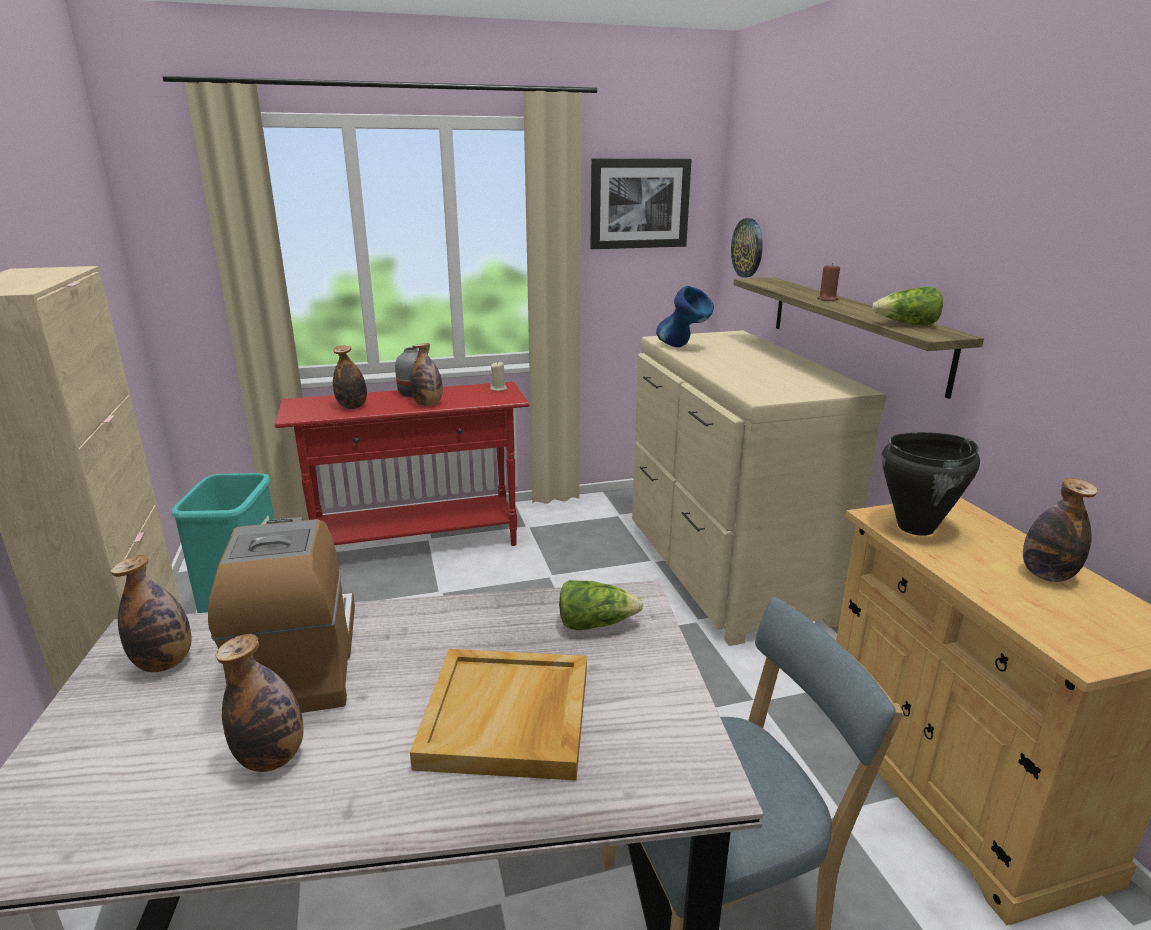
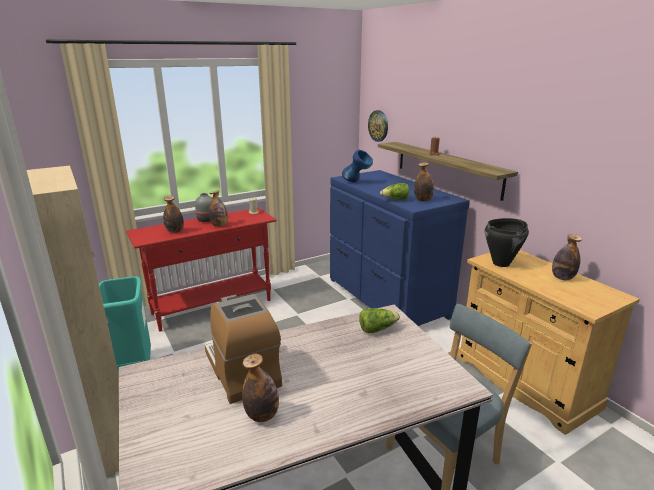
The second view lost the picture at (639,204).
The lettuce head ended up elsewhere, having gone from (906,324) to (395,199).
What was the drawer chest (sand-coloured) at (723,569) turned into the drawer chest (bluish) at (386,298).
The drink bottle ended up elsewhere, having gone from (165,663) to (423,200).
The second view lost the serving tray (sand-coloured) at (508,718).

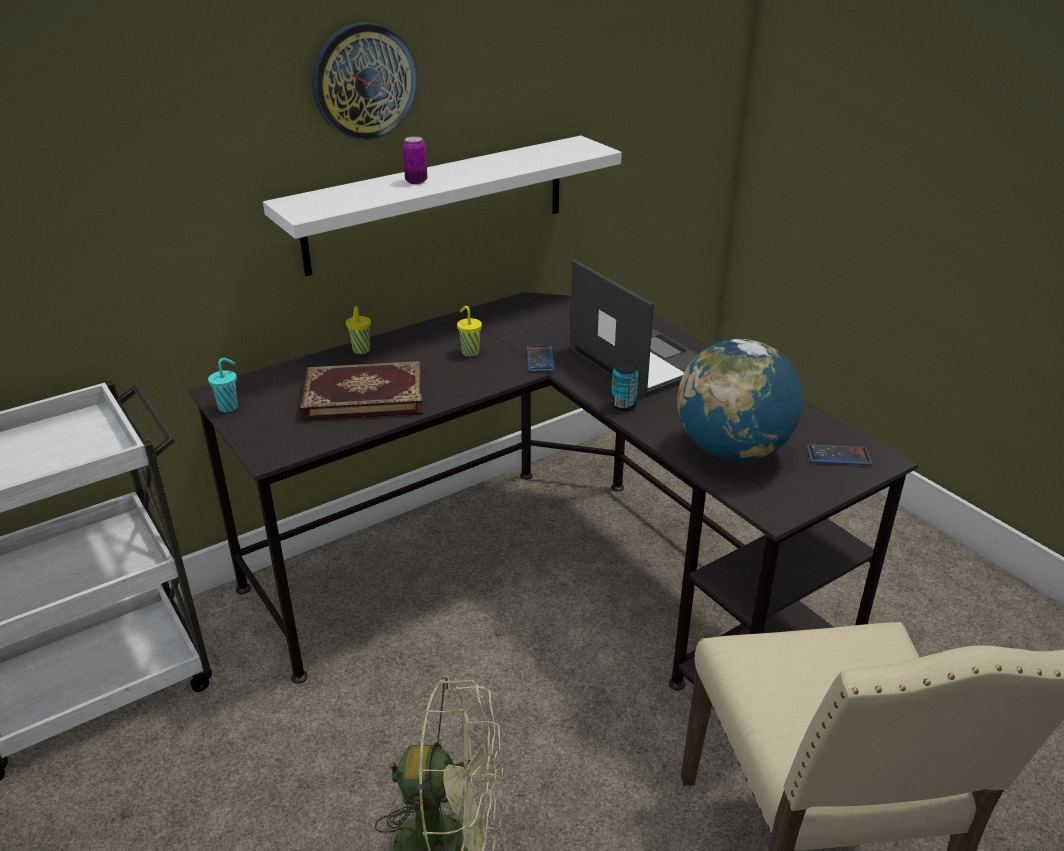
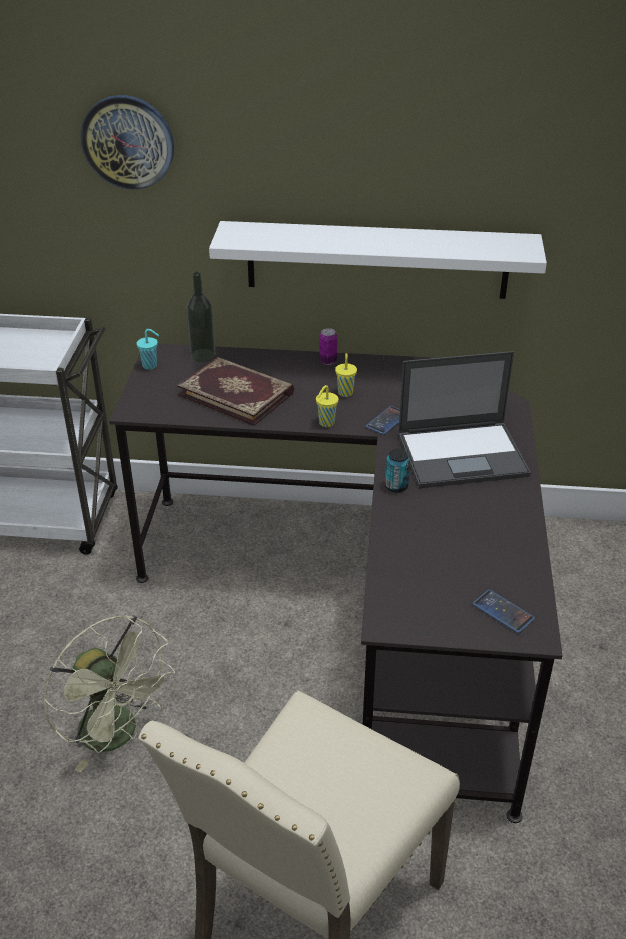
The hanging clock ended up elsewhere, having gone from (364,81) to (128,142).
The sealed can ended up elsewhere, having gone from (416,181) to (328,361).
The portable computer at (639,358) ended up facing another way, 75 degrees clockwise from before.
The drinking cup (yellow-coloured) ended up elsewhere, having gone from (361,351) to (326,423).
The second view lost the world globe at (732,451).
The second view gained the drink bottle at (203,355).

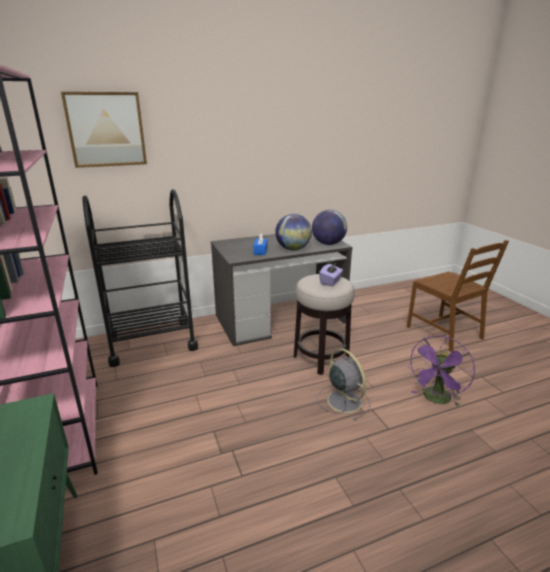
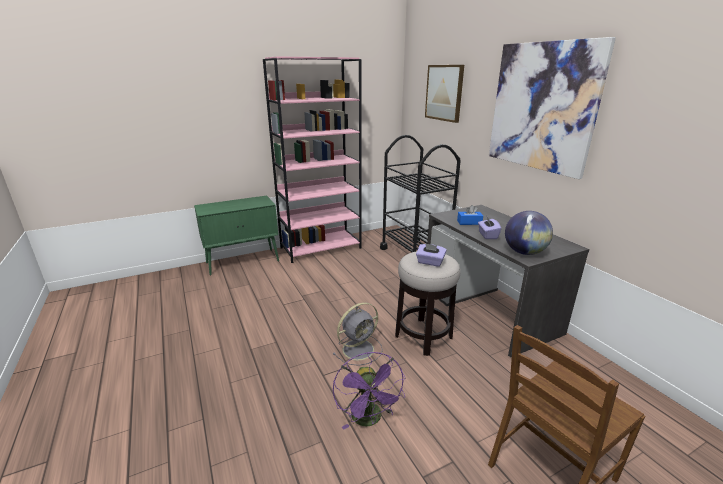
Where the world globe stood at (293,249), the box of tissues (purplish) came to stand at (487,235).
The cooling fan (purplish) at (436,399) ended up facing another way, 135 degrees counterclockwise from before.
The second view gained the picture at (542,107).

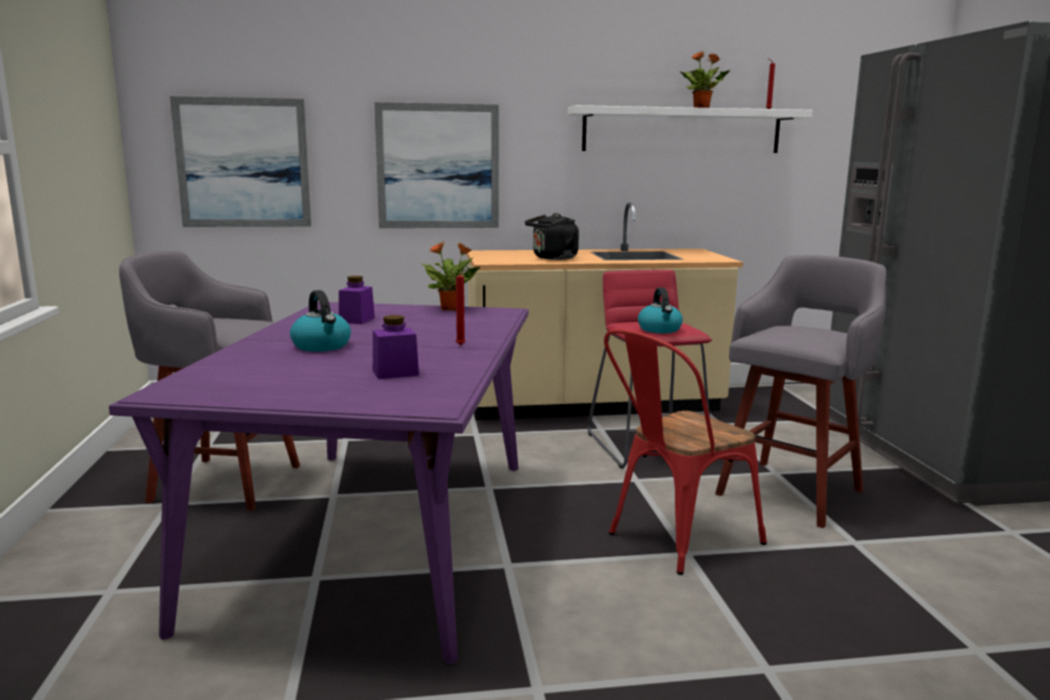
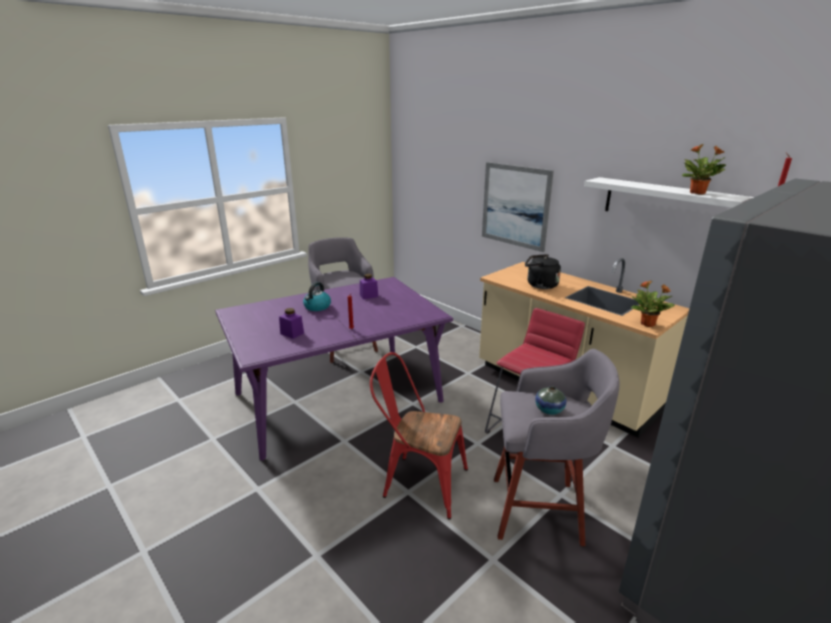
The second view lost the picture at (243,163).
The houseplant ended up elsewhere, having gone from (452,309) to (648,324).
The second view lost the water kettle at (660,329).
The second view gained the decorative vase at (549,410).

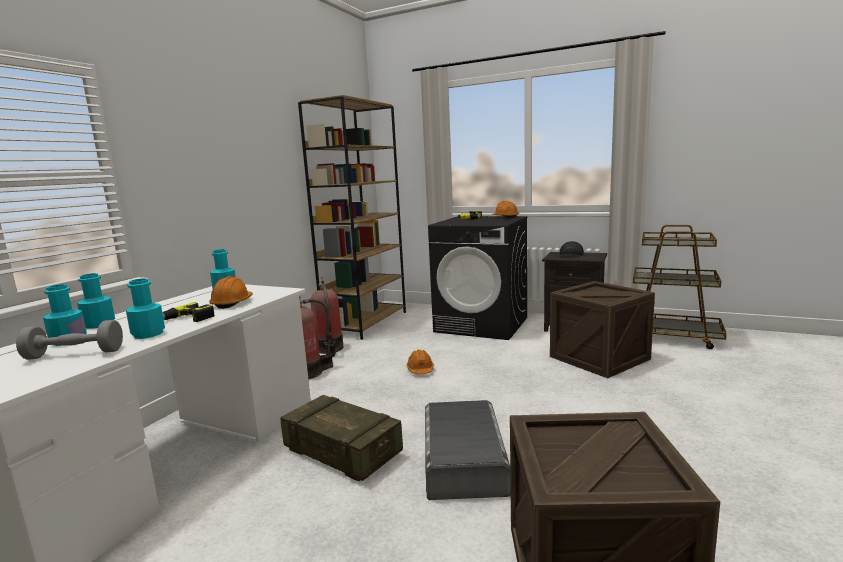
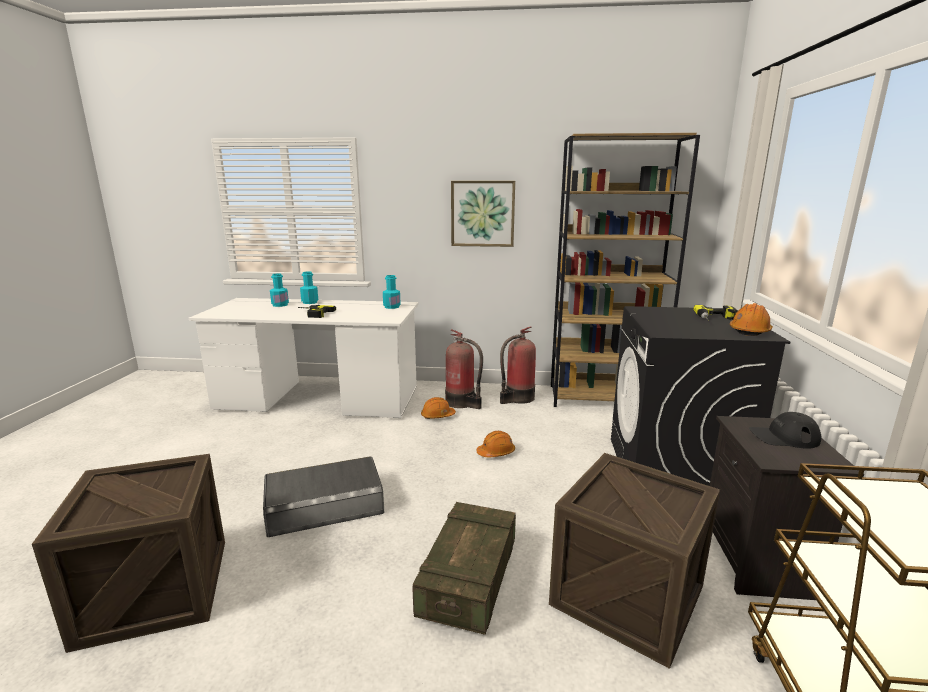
The safety helmet (orange) ended up elsewhere, having gone from (232,303) to (437,416).
The second view lost the drink bottle (turquoise-coloured) at (148,334).
The second view lost the dumbbell (gray) at (75,354).
The crate ended up elsewhere, having gone from (342,452) to (468,580).
The second view gained the picture at (482,213).

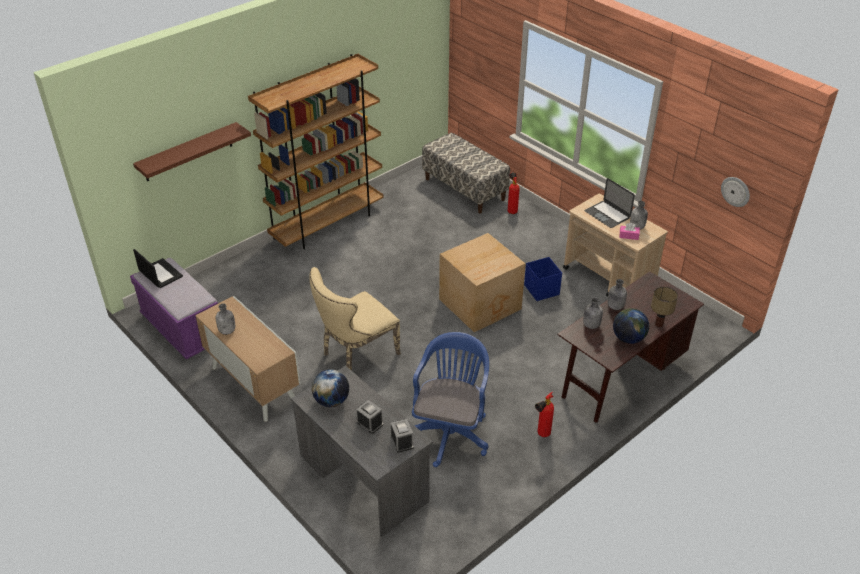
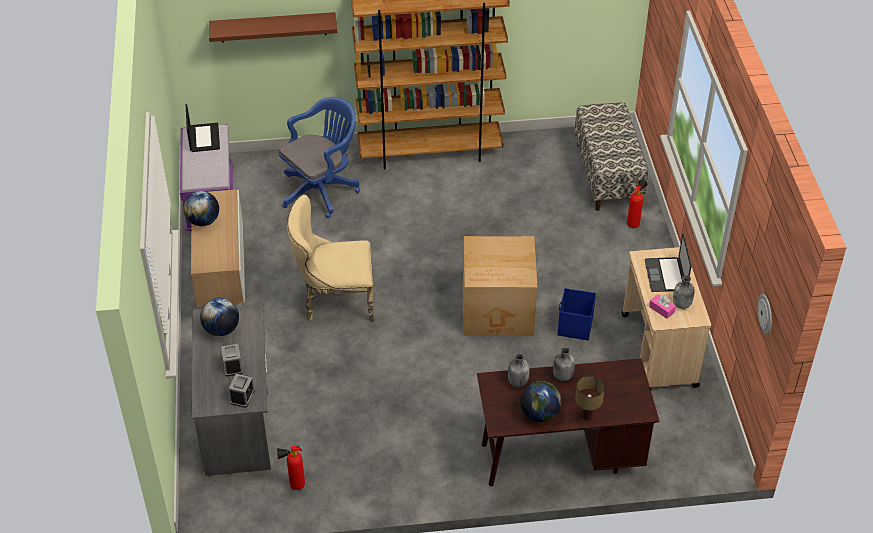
Where the drink bottle (gray) stood at (227,331), the world globe came to stand at (203,221).
The computer chair (bluish) ended up elsewhere, having gone from (450,431) to (322,189).
The fire-fighting cylinder ended up elsewhere, having gone from (541,435) to (293,485).

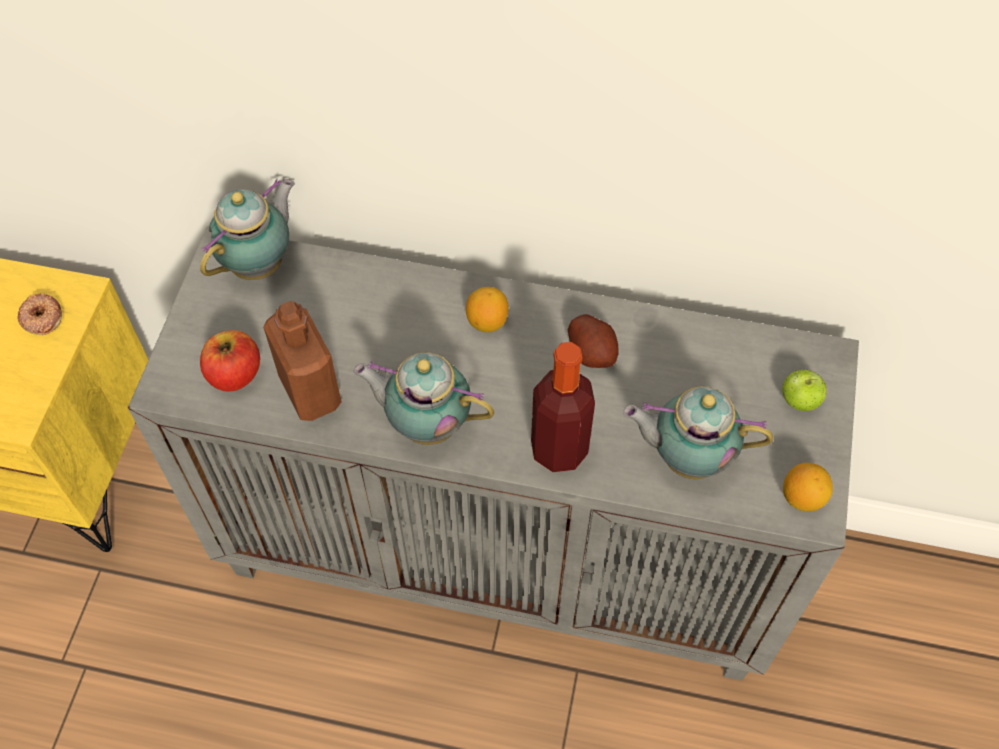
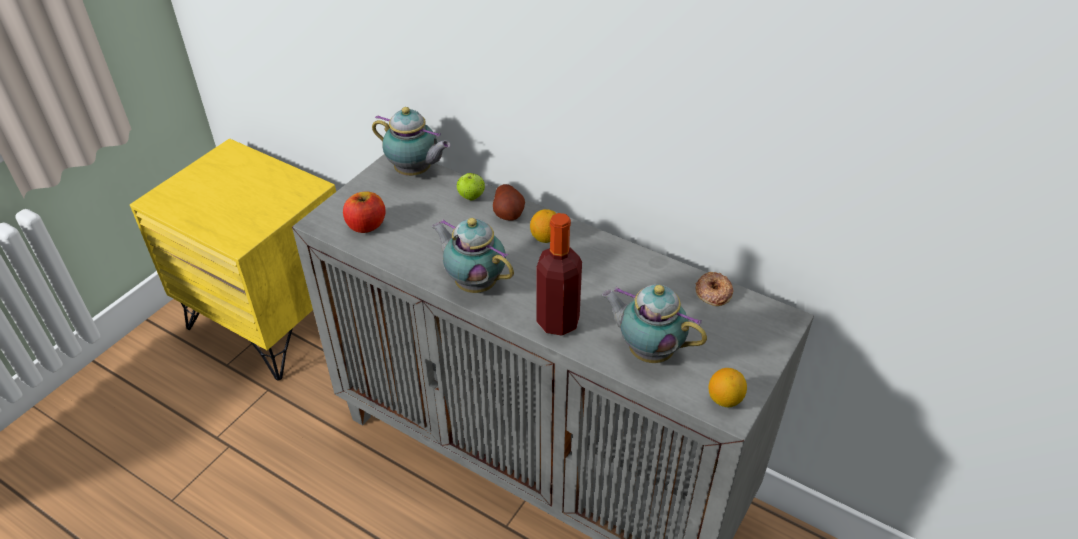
The pot for tea at (260,263) ended up facing another way, 60 degrees clockwise from before.
The doughnut ended up elsewhere, having gone from (41,317) to (713,292).
The second view lost the drink bottle (brown) at (310,391).
The spud ended up elsewhere, having gone from (592,352) to (508,213).
The whole apple ended up elsewhere, having gone from (799,401) to (471,197).

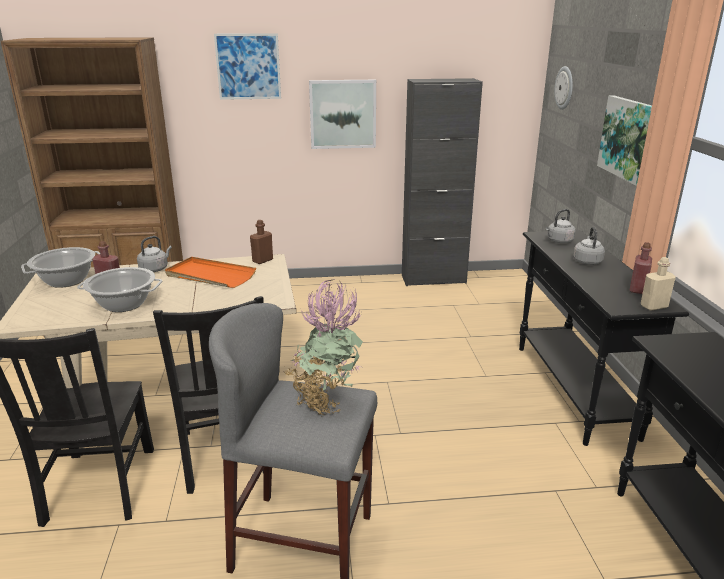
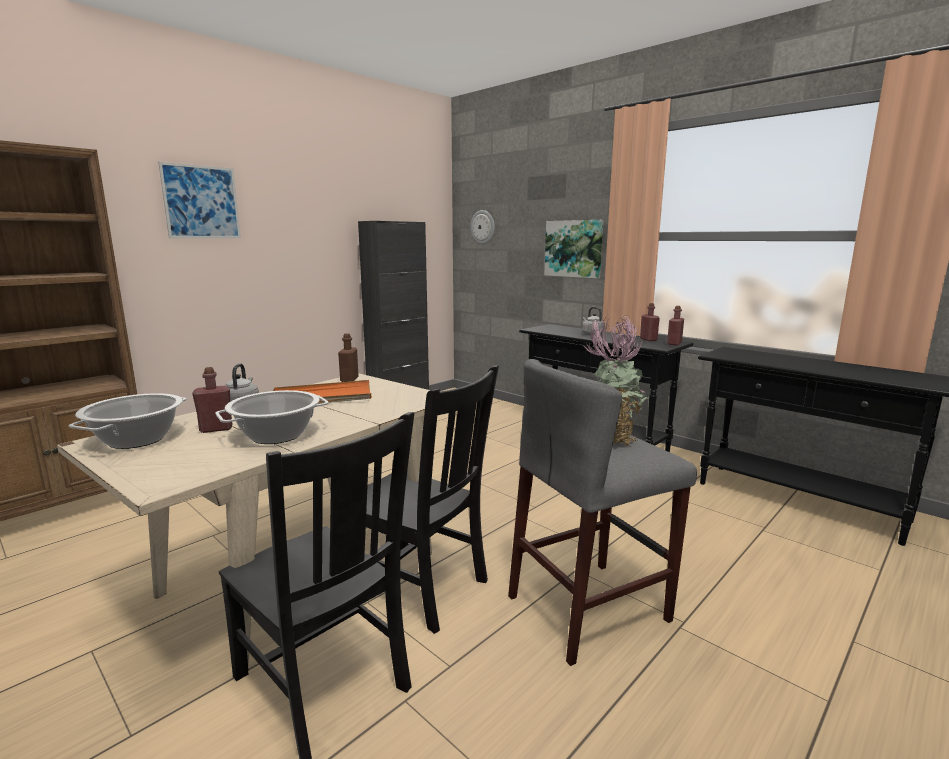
The second view lost the picture at (342,114).
The second view lost the water kettle (gray) at (558,241).
What was the drink bottle (sand-coloured) at (654,306) turned into the drink bottle (red-coloured) at (674,343).

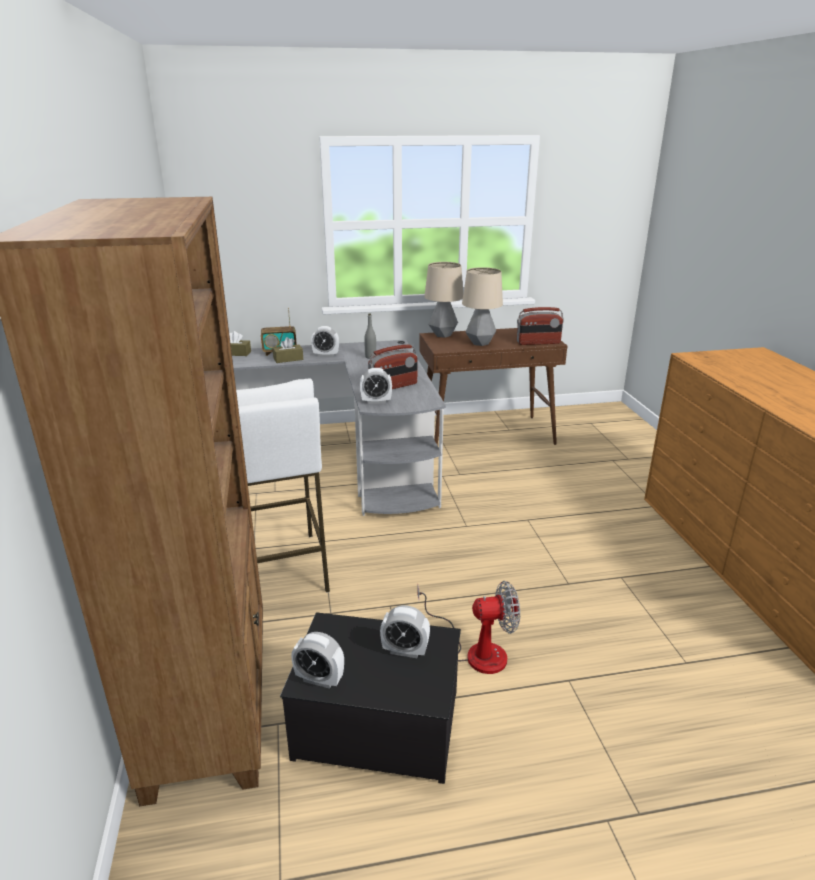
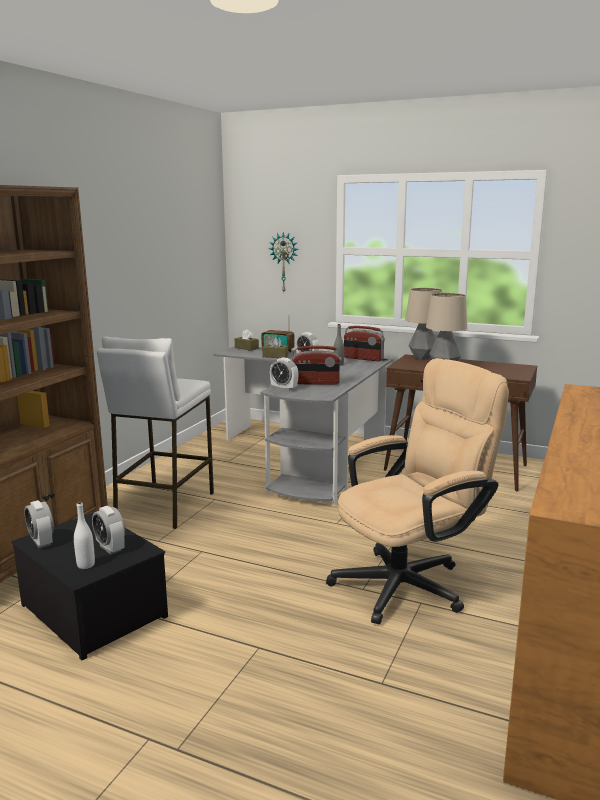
The radio ended up elsewhere, having gone from (538,343) to (363,359).
The second view lost the cooling fan at (475,650).
The second view gained the hanging clock at (284,262).
The second view gained the computer chair (sand-coloured) at (410,582).
The second view gained the drink bottle (white) at (86,565).

